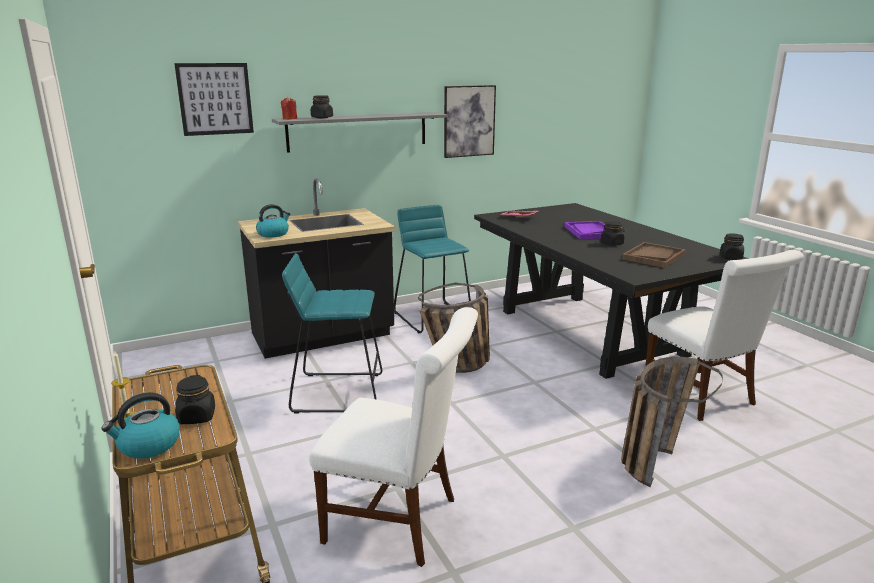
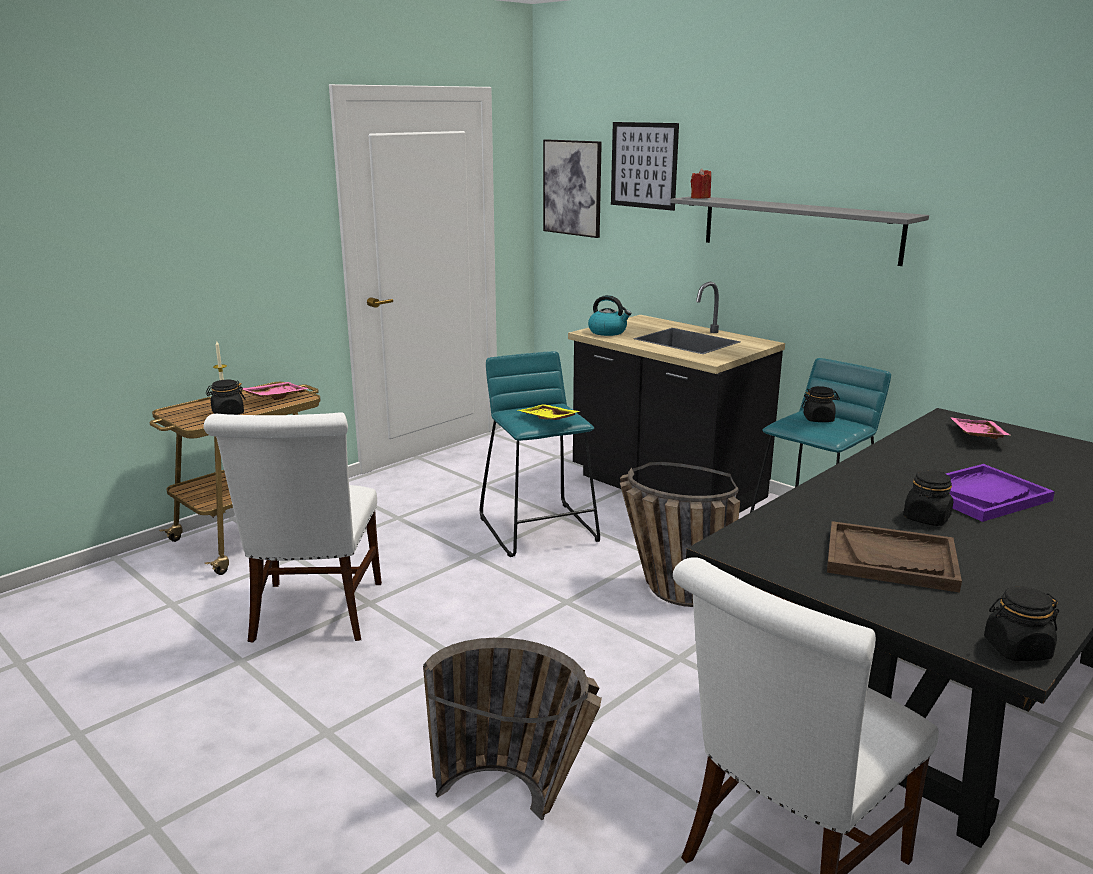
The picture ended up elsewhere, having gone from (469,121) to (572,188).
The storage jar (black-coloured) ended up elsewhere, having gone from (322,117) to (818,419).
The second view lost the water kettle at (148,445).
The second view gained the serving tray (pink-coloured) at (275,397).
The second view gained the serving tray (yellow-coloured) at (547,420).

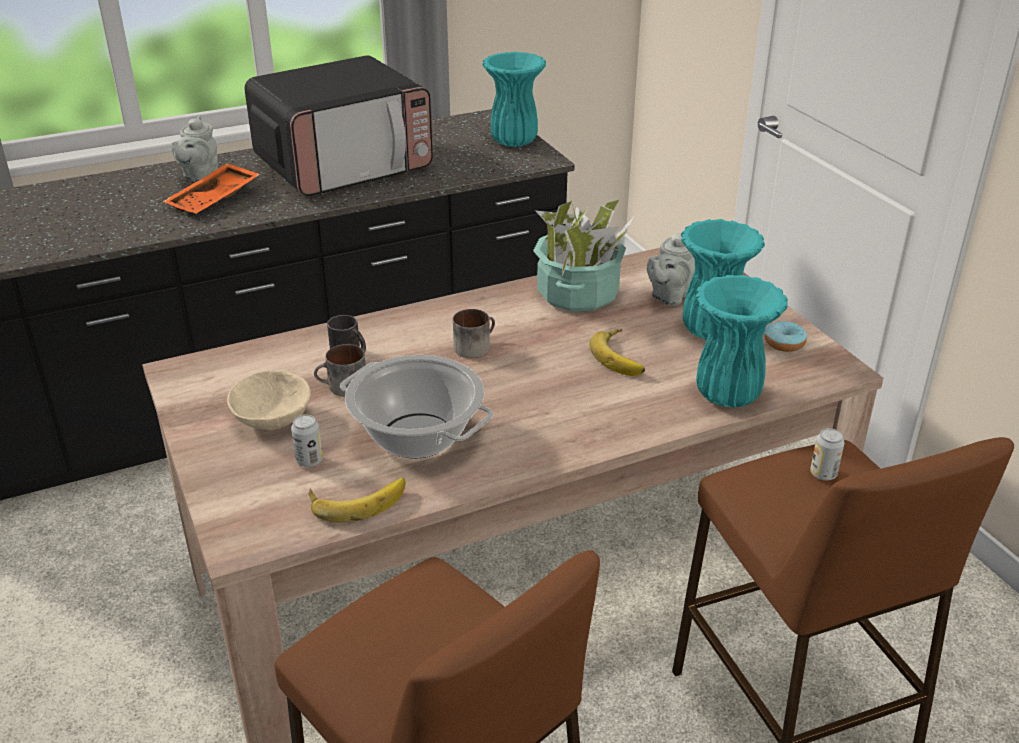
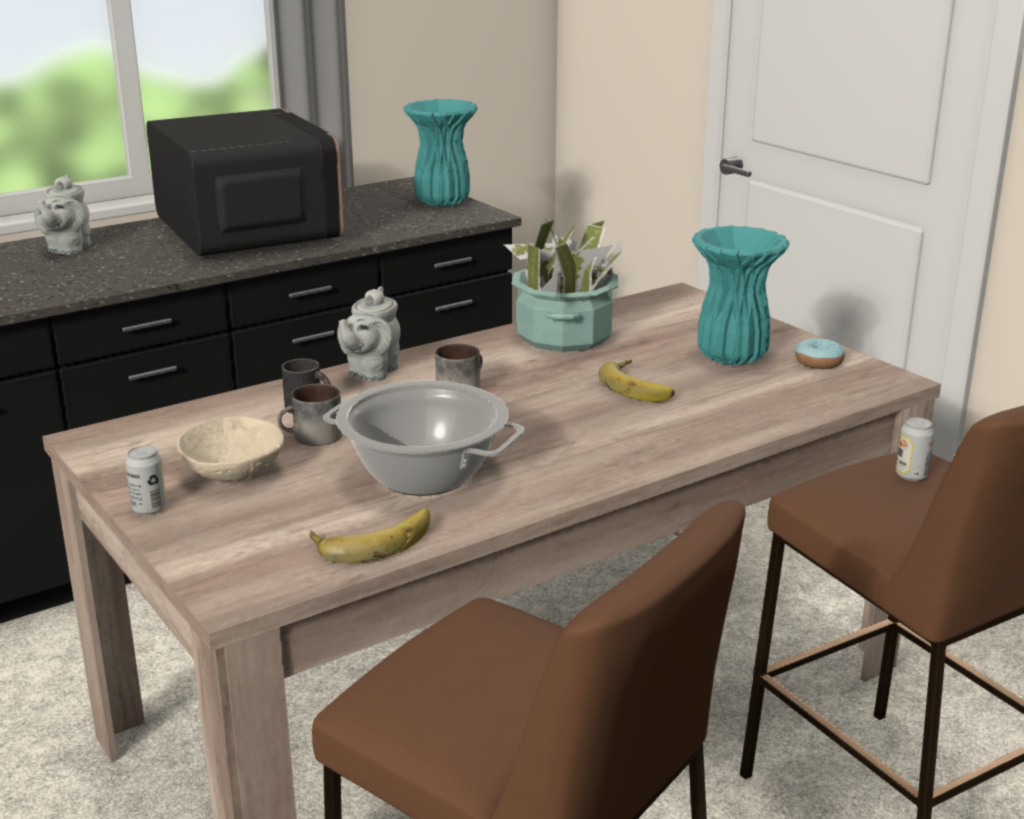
The microwave at (344,165) ended up facing another way, 75 degrees counterclockwise from before.
The second view lost the serving tray (orange) at (215,200).
The pot for tea (gray) ended up elsewhere, having gone from (669,296) to (371,373).
The second view lost the decorative vase (turquoise-coloured) at (729,394).
The sealed can ended up elsewhere, having gone from (309,461) to (149,508).

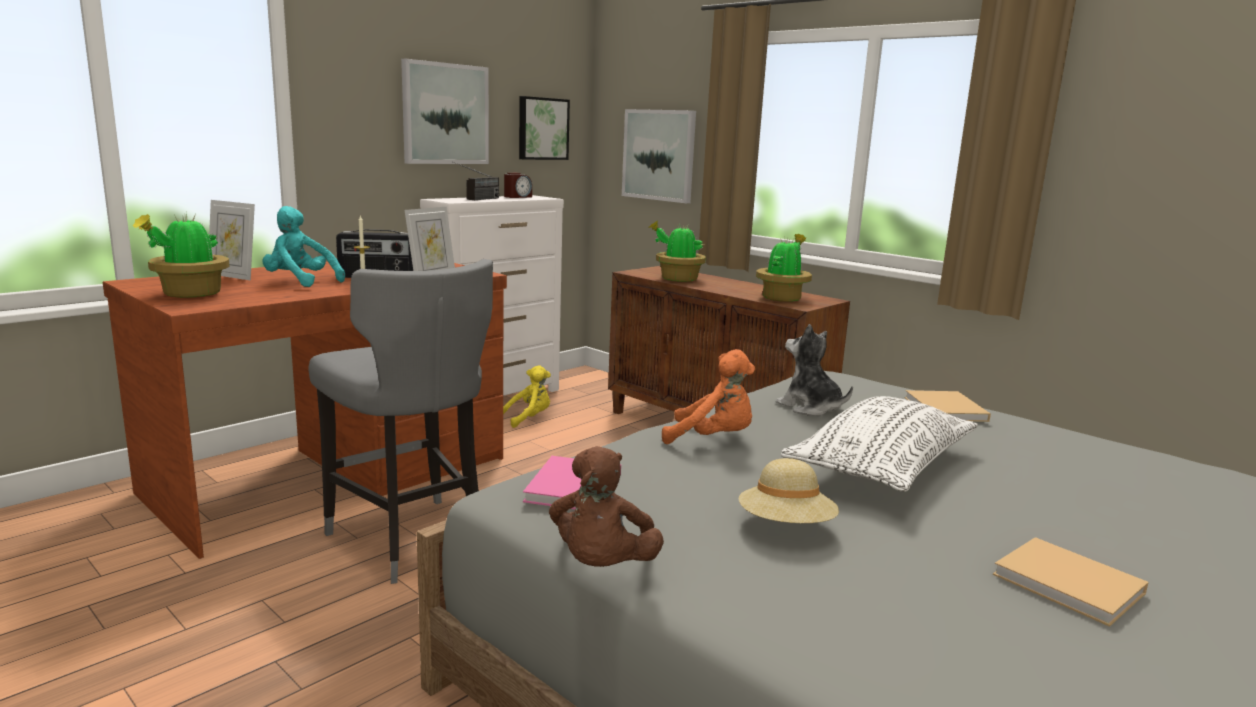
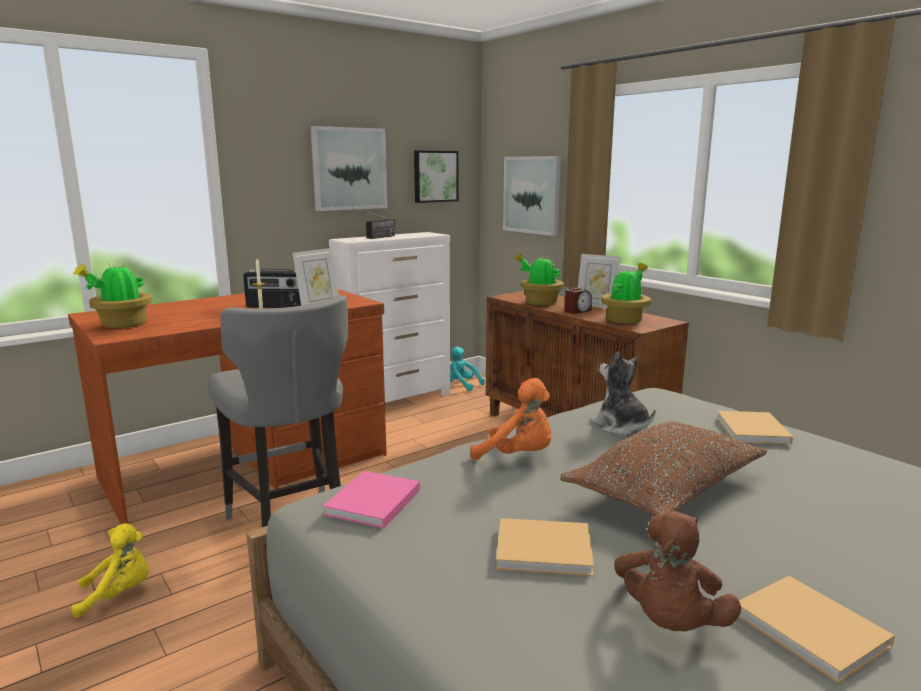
The bedside clock ended up elsewhere, having gone from (517,197) to (577,311).
The picture frame ended up elsewhere, having gone from (233,276) to (596,306).
The cuddly toy (turquoise-coloured) ended up elsewhere, having gone from (300,282) to (462,385).
The cuddly toy (yellow-coloured) ended up elsewhere, having gone from (528,418) to (119,594).
What was the pillow (white) at (881,465) turned into the pillow (brown) at (665,488).
The cuddly toy (brown) ended up elsewhere, having gone from (602,566) to (669,623).
Where the clothing hat (sand-coloured) stood at (786,527), the bound book (sand-coloured) came to stand at (547,550).

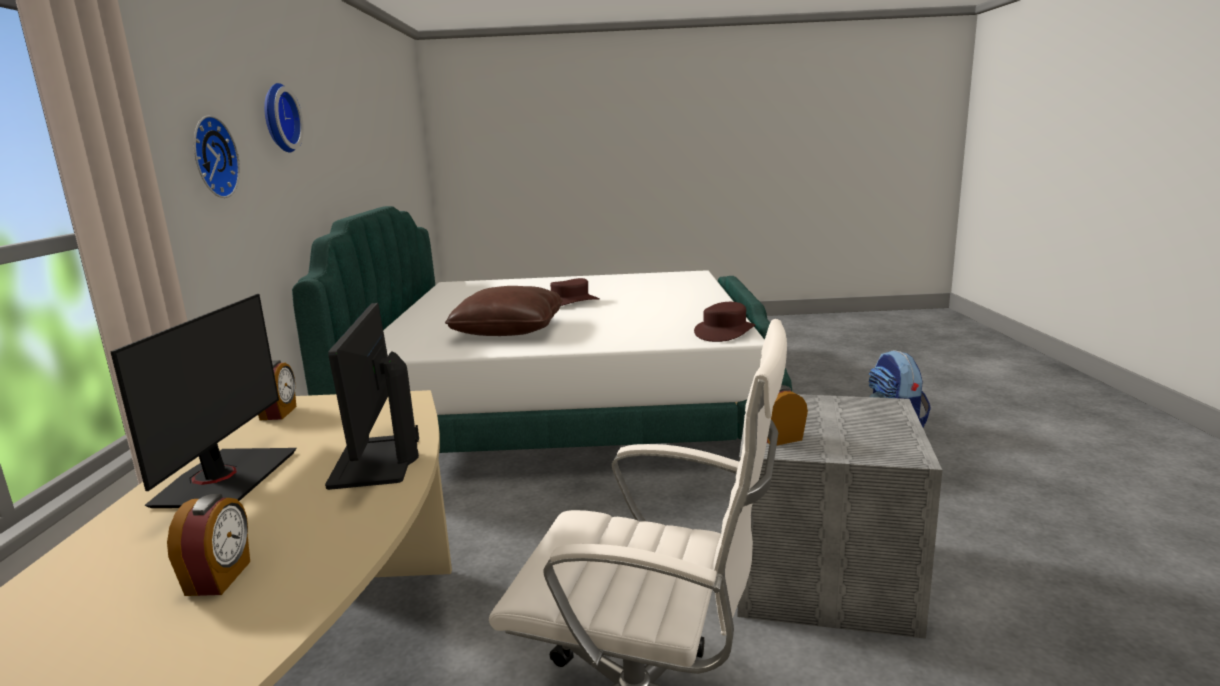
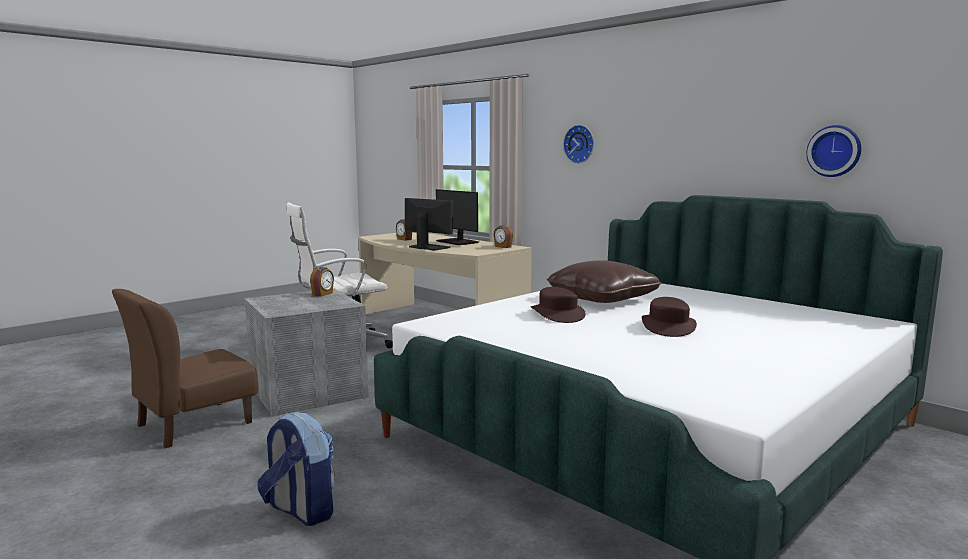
The hanging clock ended up elsewhere, having gone from (277,118) to (834,151).
The clothing hat (brown) ended up elsewhere, having gone from (724,332) to (557,314).
The second view gained the chair (brown) at (193,424).

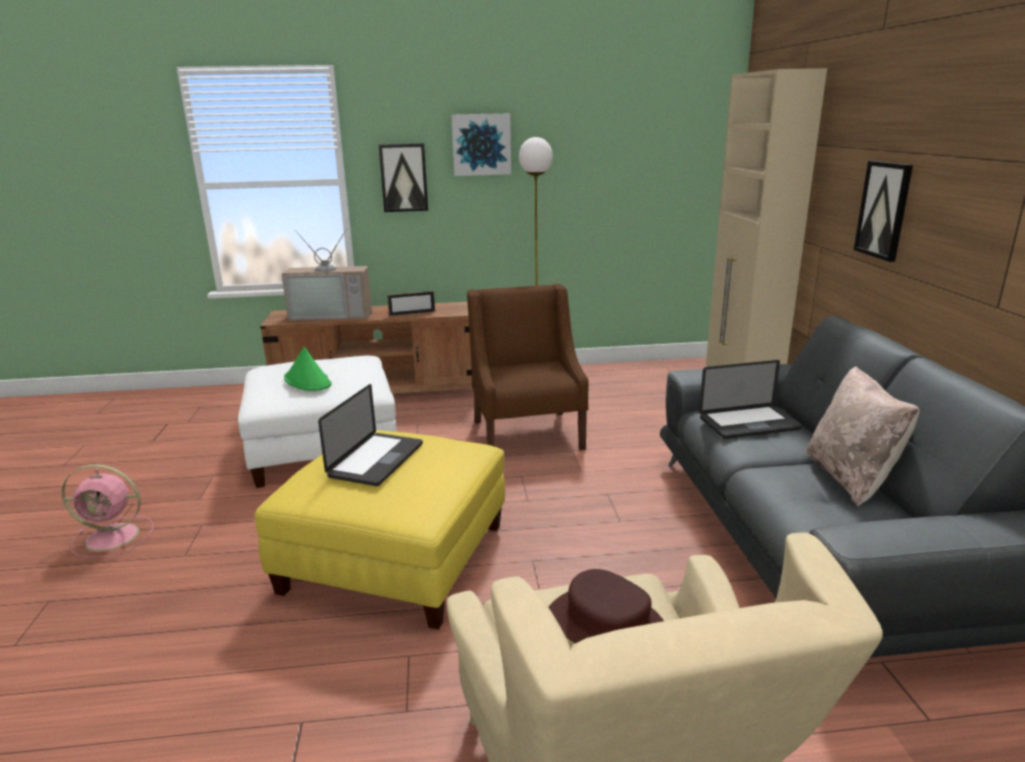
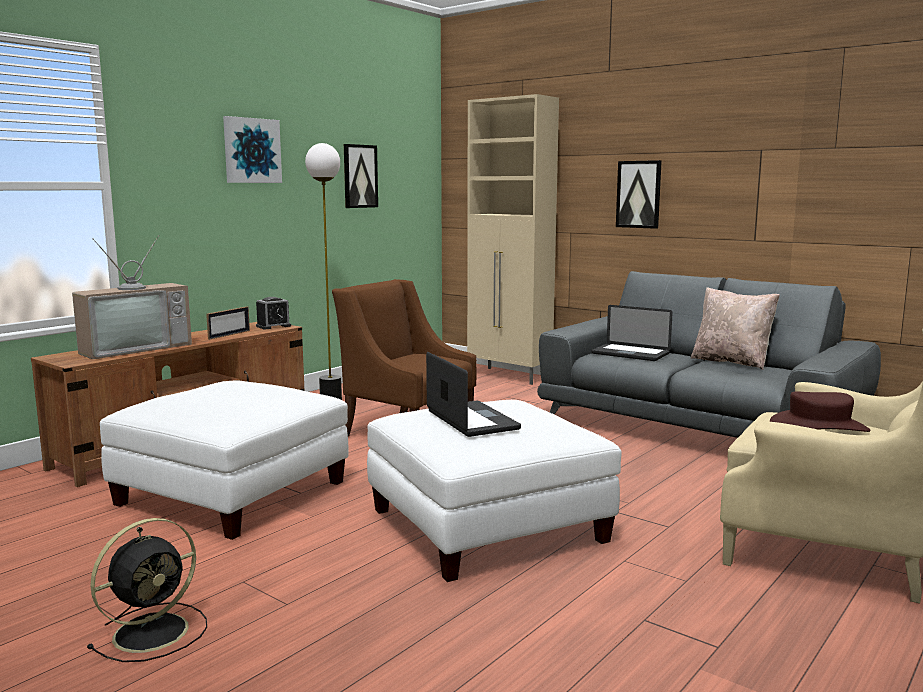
The picture ended up elsewhere, having gone from (404,177) to (360,176).
The second view lost the clothing hat (greenish) at (308,381).
The portable computer at (749,424) ended up facing another way, 90 degrees clockwise from before.
What was the pouffe (yellow-coloured) at (395,557) turned into the pouffe (white) at (486,525).
What was the cooling fan (pink-coloured) at (114,537) turned into the cooling fan (black-coloured) at (154,631).
The second view gained the bedside clock at (273,326).

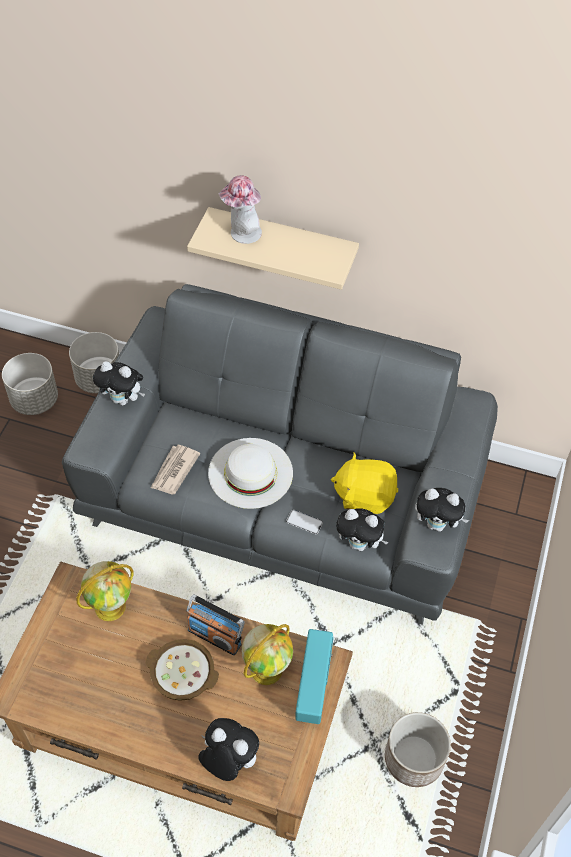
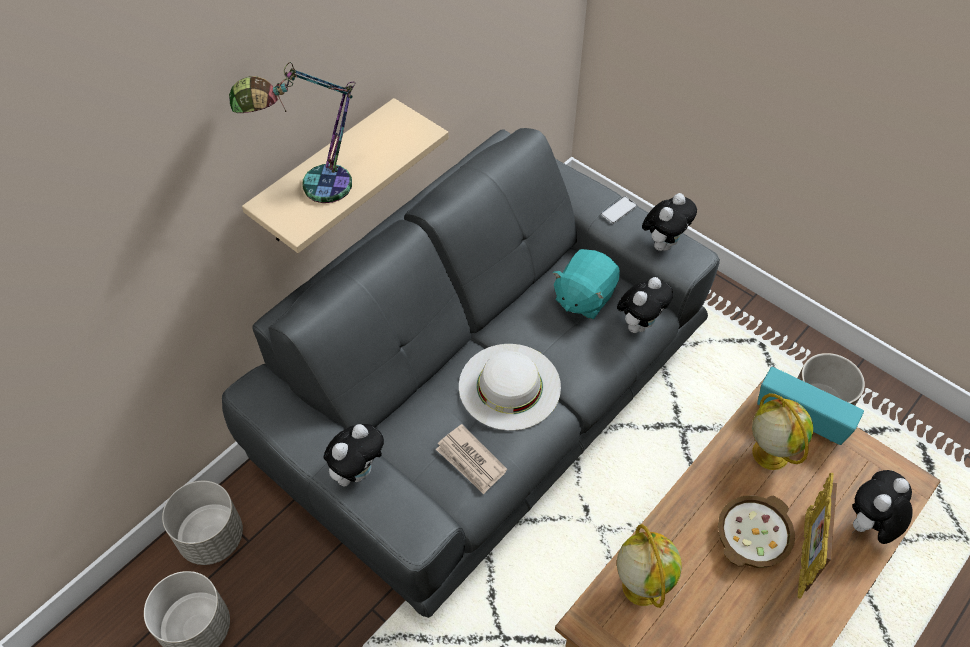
Where the clothing hat stood at (242,234), the tabletop lamp came to stand at (312,189).
What was the cuddly toy (yellow-coloured) at (364,495) turned into the cuddly toy (turquoise-coloured) at (583,297).
The phone ended up elsewhere, having gone from (304,522) to (618,210).
The second view lost the radio at (215,636).
The second view gained the picture frame at (804,555).

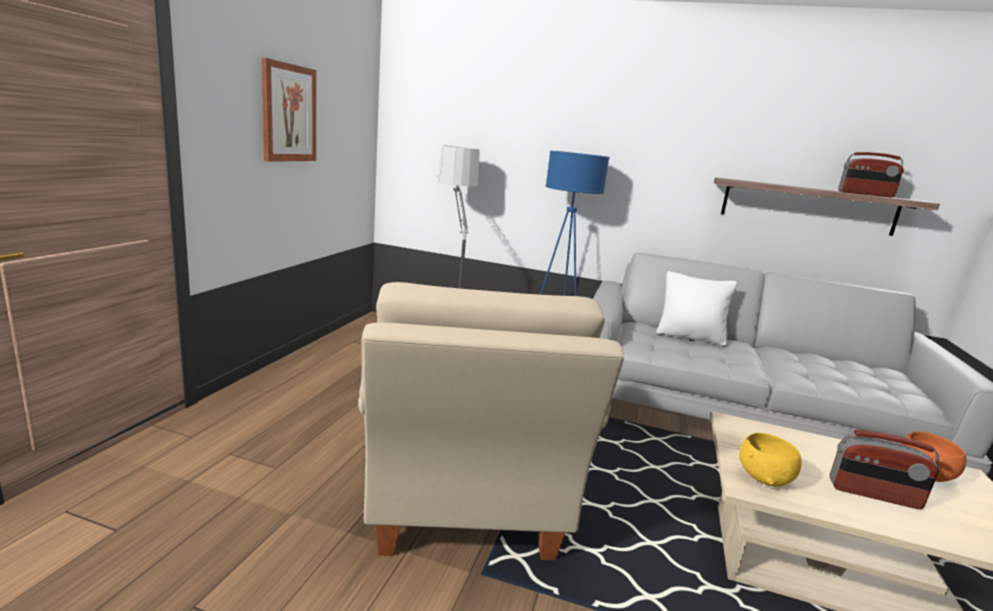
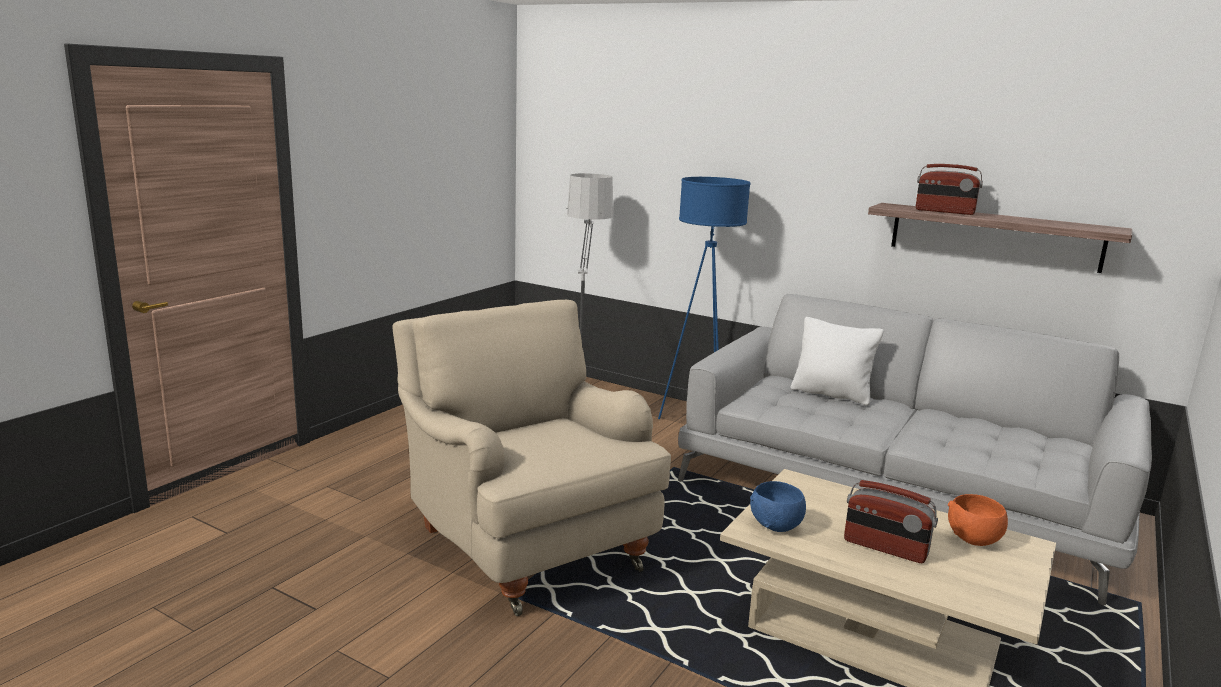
The second view lost the picture at (288,113).
The radio ended up elsewhere, having gone from (865,194) to (944,211).
The easy chair (sand-coloured) at (467,500) ended up facing another way, 135 degrees clockwise from before.
What was the deep dish (yellow-coloured) at (764,478) turned into the deep dish (bluish) at (776,526).

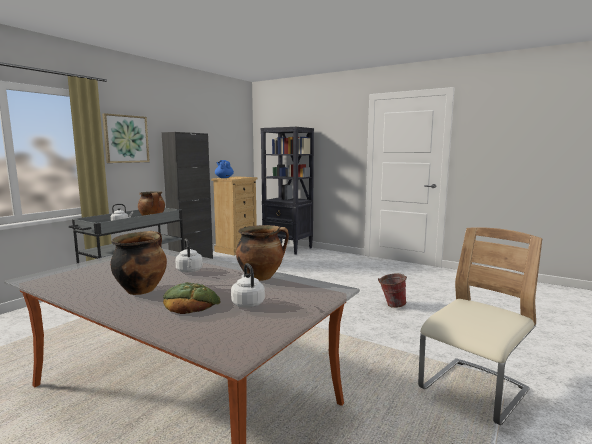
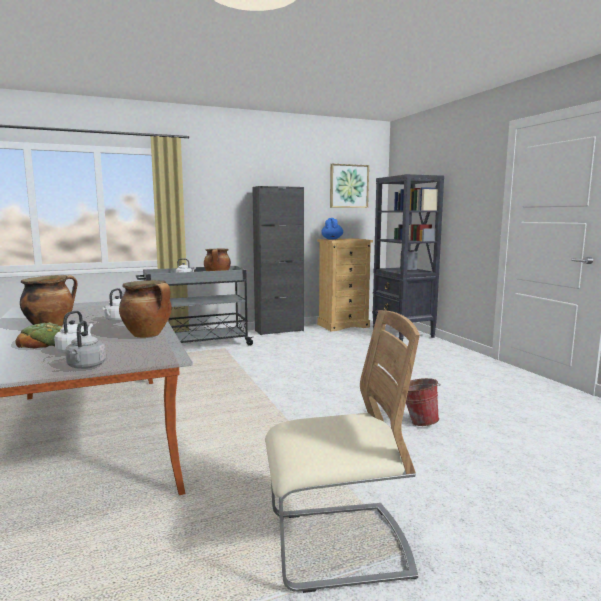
The picture ended up elsewhere, having gone from (126,139) to (348,186).
The second view gained the water kettle (gray) at (86,366).

